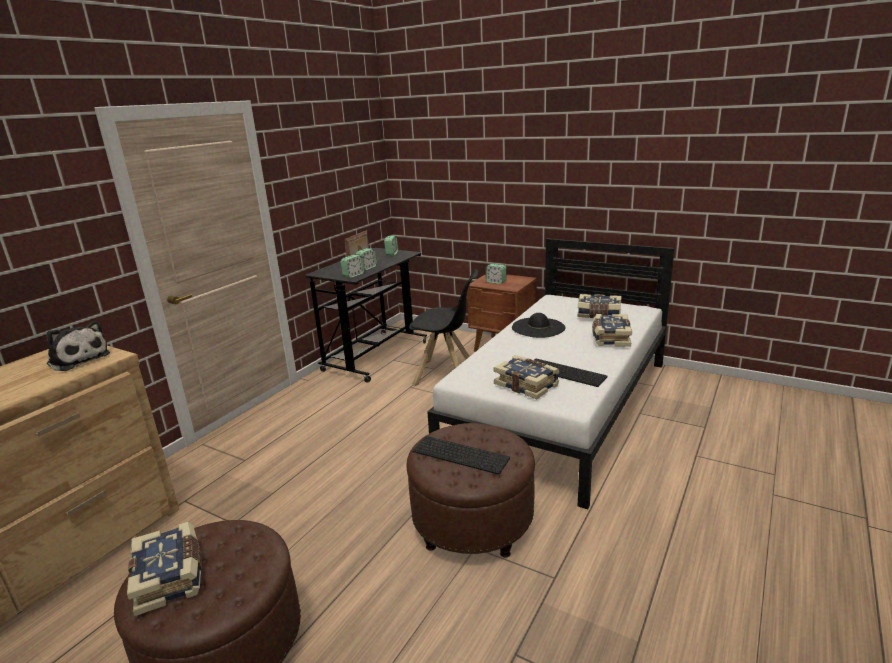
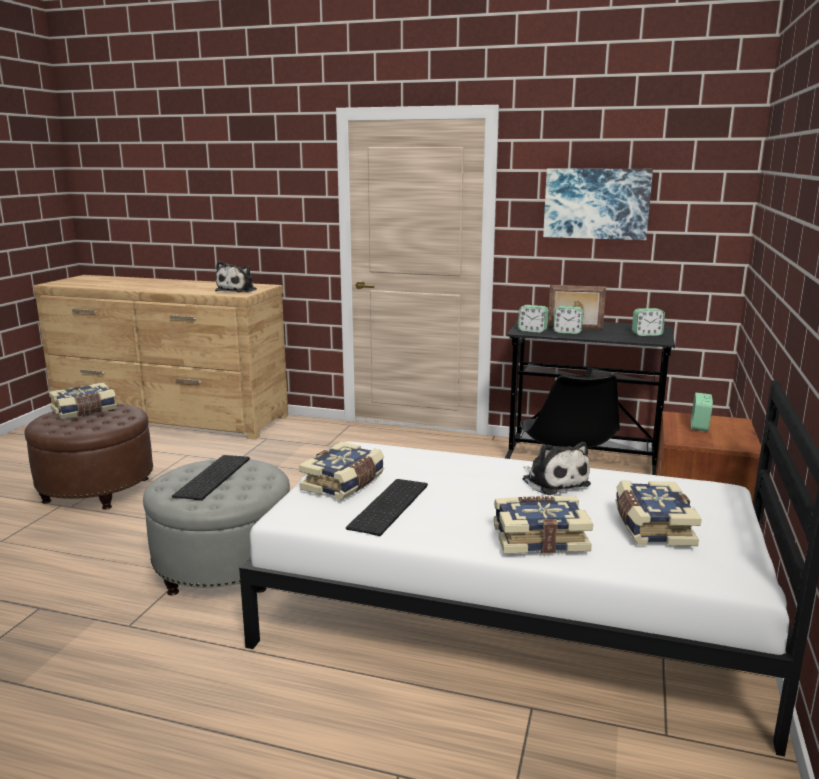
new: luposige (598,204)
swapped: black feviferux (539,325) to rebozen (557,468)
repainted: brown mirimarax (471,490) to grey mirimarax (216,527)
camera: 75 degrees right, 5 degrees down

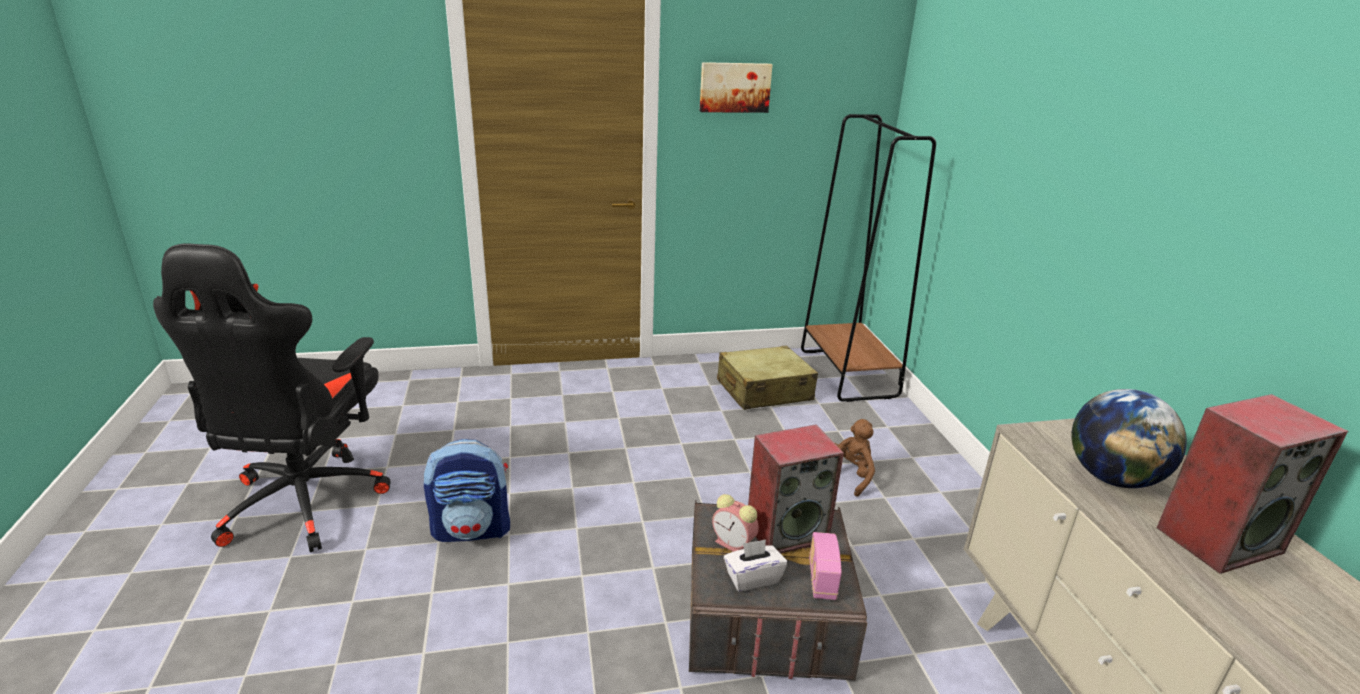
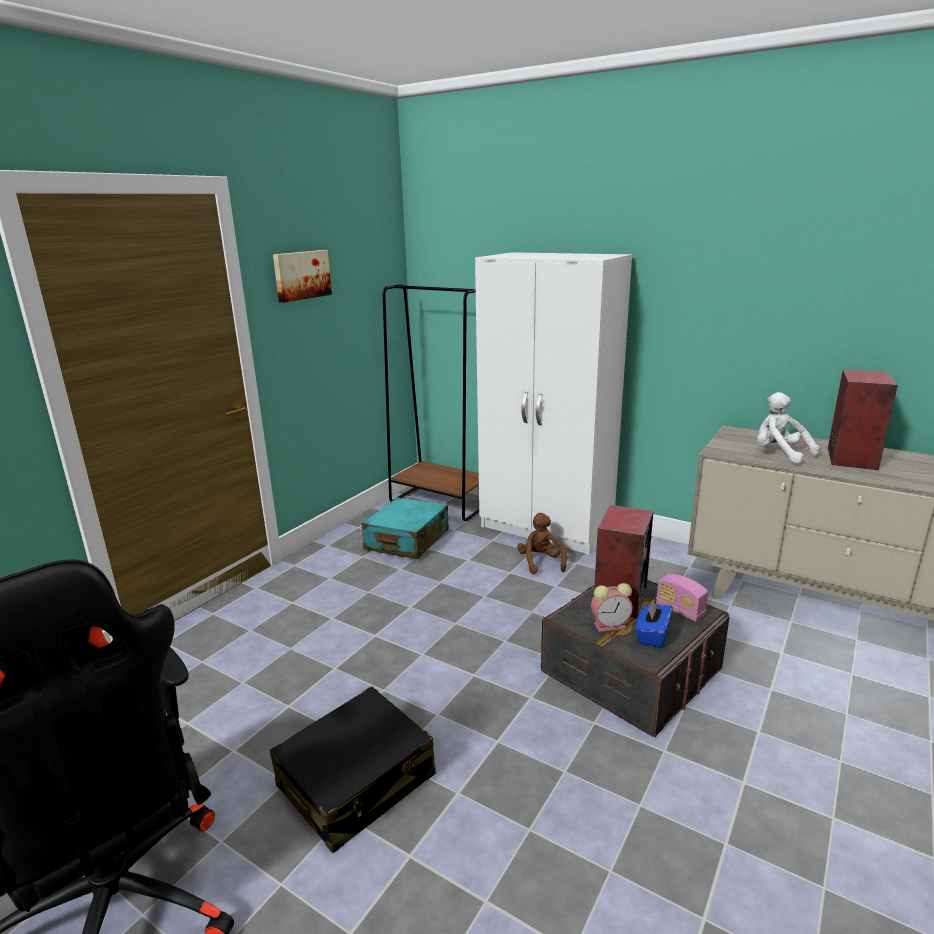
new: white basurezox (553,403)
swapped: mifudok (467,490) to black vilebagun (353,769); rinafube (1129,438) to white rebozen (788,428)
repainted: beige vilebagun (767,378) to turquoise vilebagun (405,528); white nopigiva (755,565) to blue nopigiva (654,623)
camera: 45 degrees left, 5 degrees down

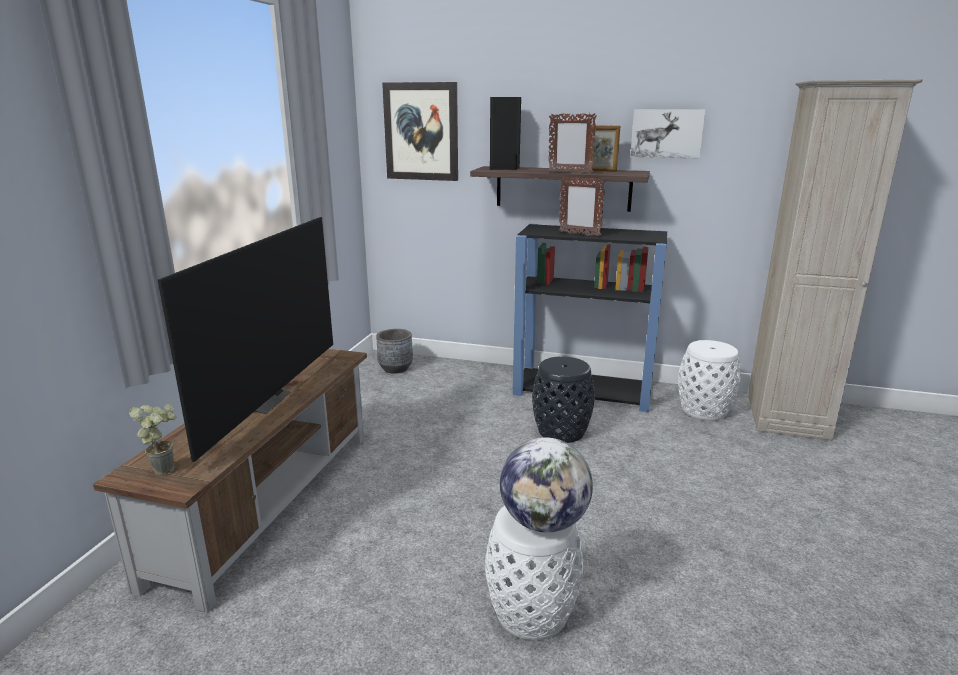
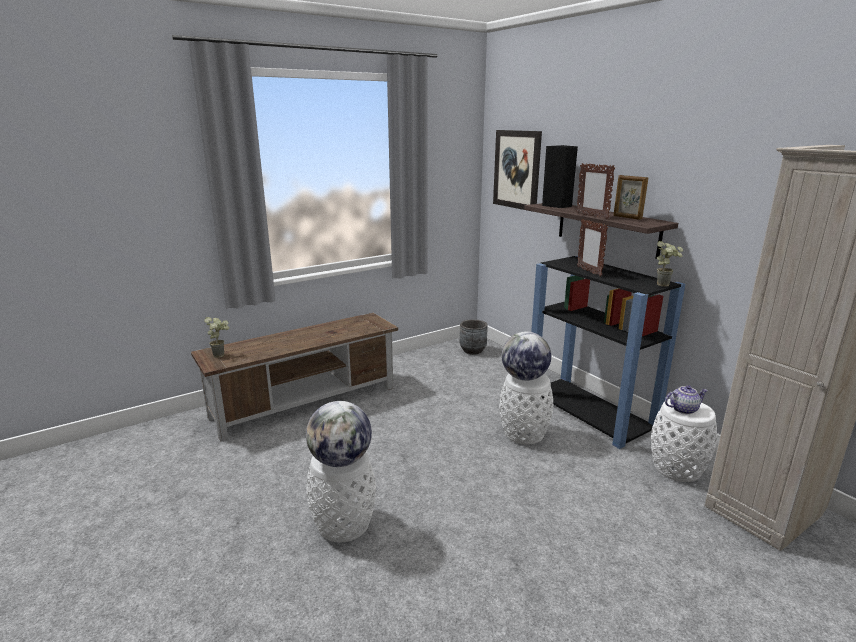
gone: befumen (245,339); luposige (668,134)
new: rinafube (526,356); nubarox (670,264); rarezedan (686,399)
repainted: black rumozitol (563,399) to white rumozitol (526,409)
camera: 40 degrees right, 0 degrees up

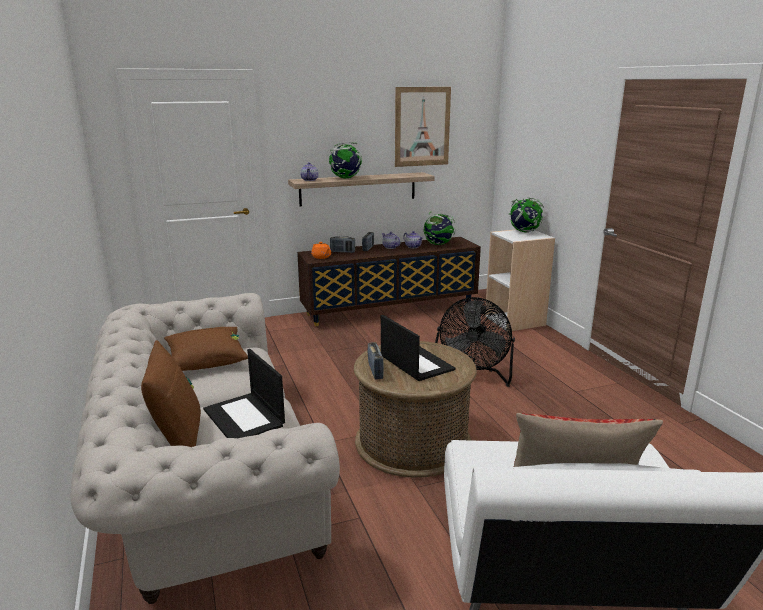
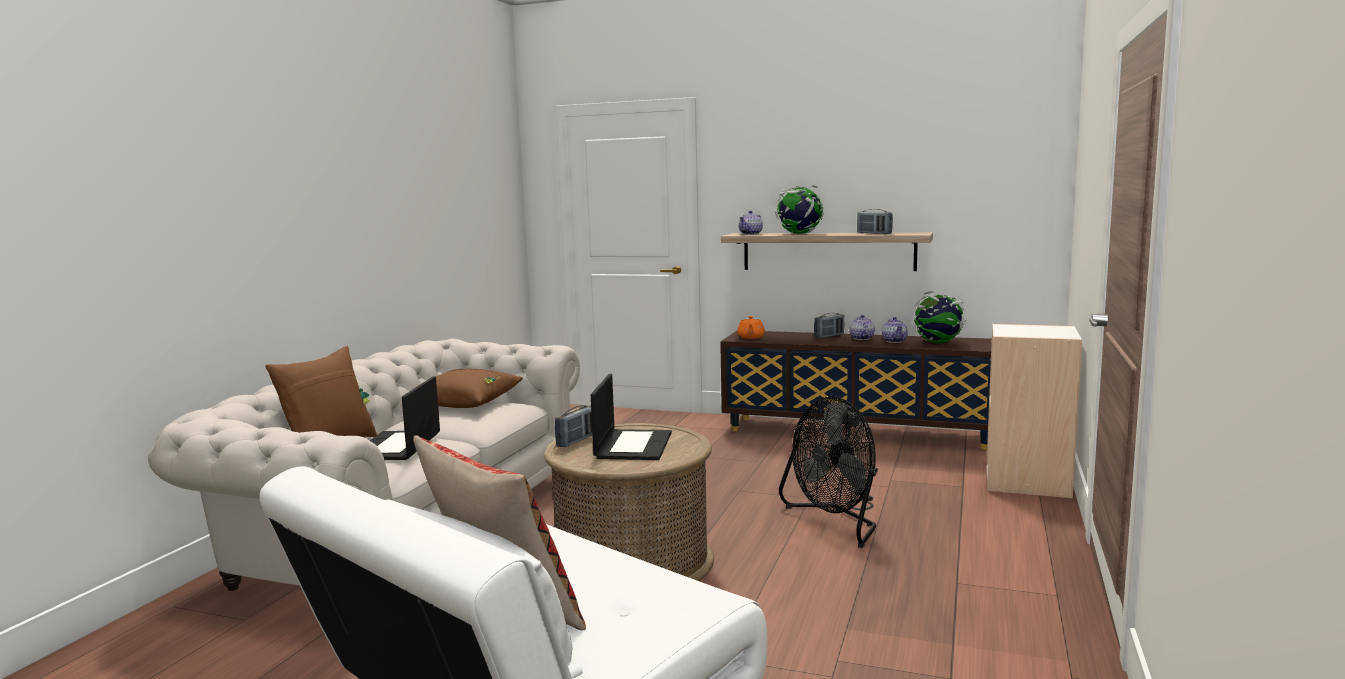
gone: luposige (423,127); rinafube (526,215)
shifted: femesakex (342,244) to (875,221)
camera: 40 degrees right, 10 degrees down

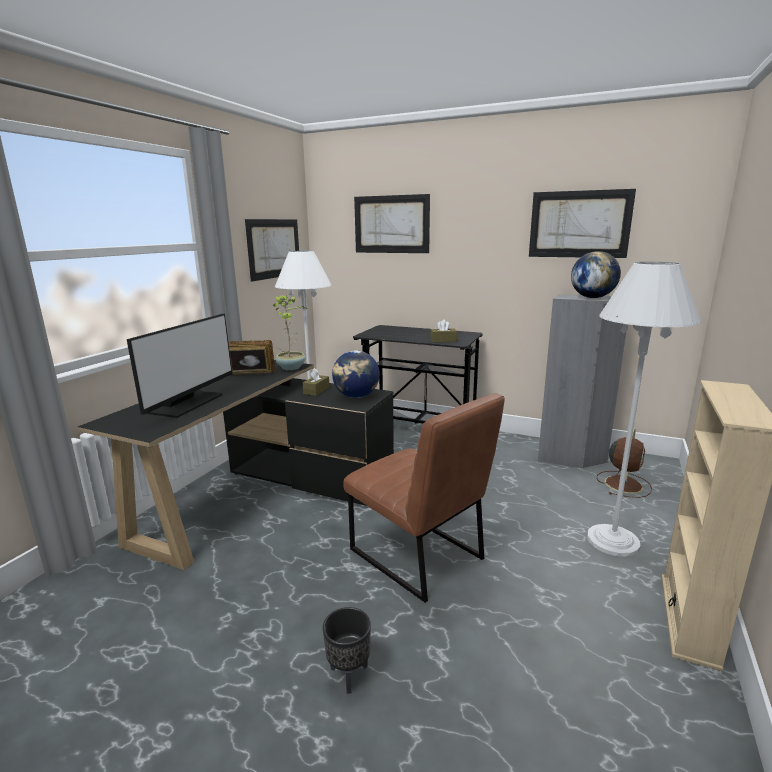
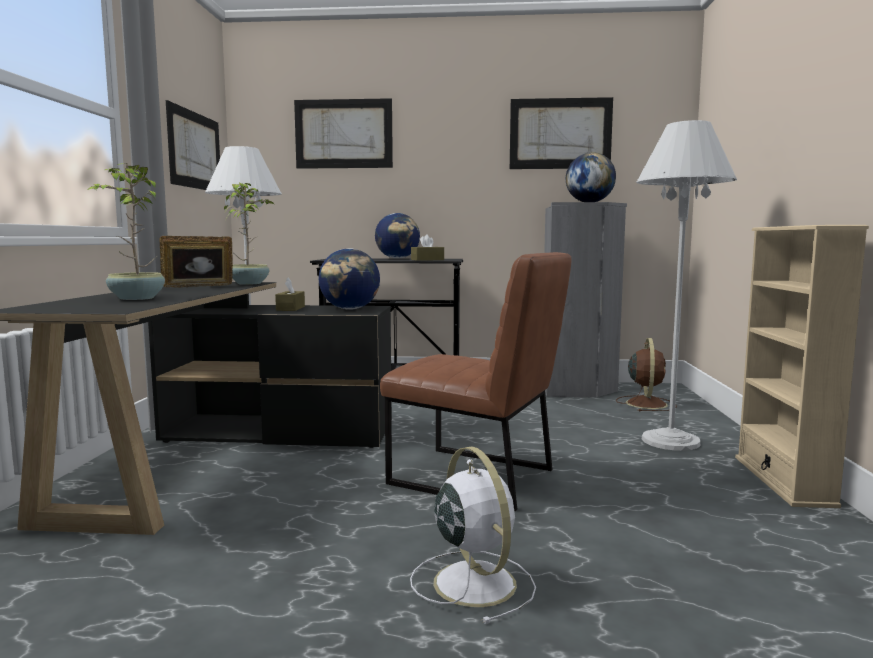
new: rinafube (397,236)
swapped: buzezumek (180,366) to nubarox (126,231); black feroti (347,650) to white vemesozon (473,535)
camera: 20 degrees left, 10 degrees down

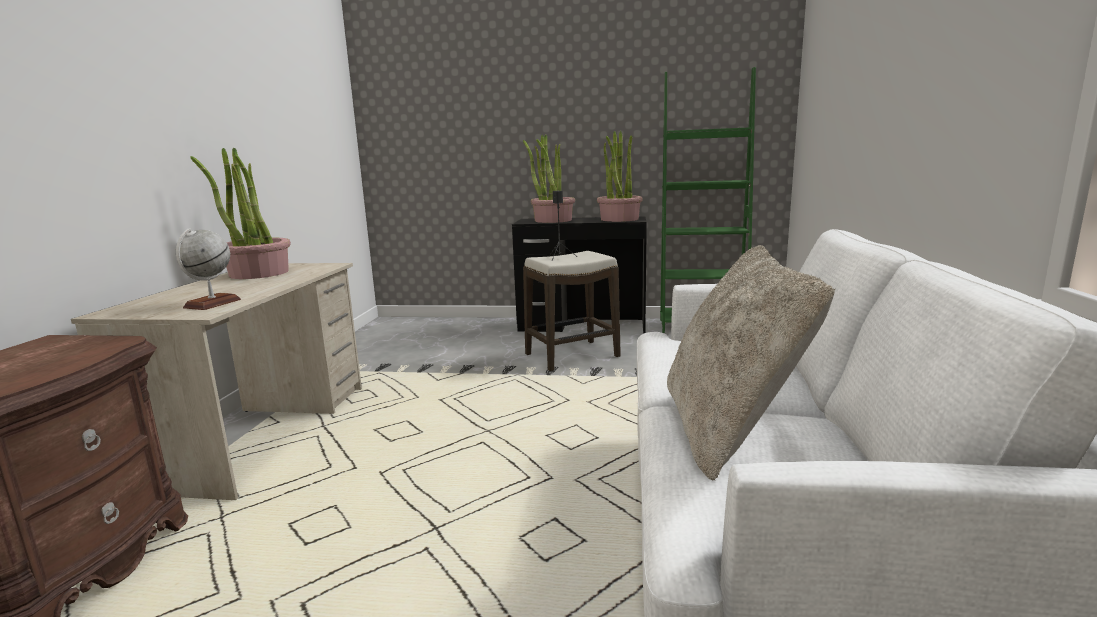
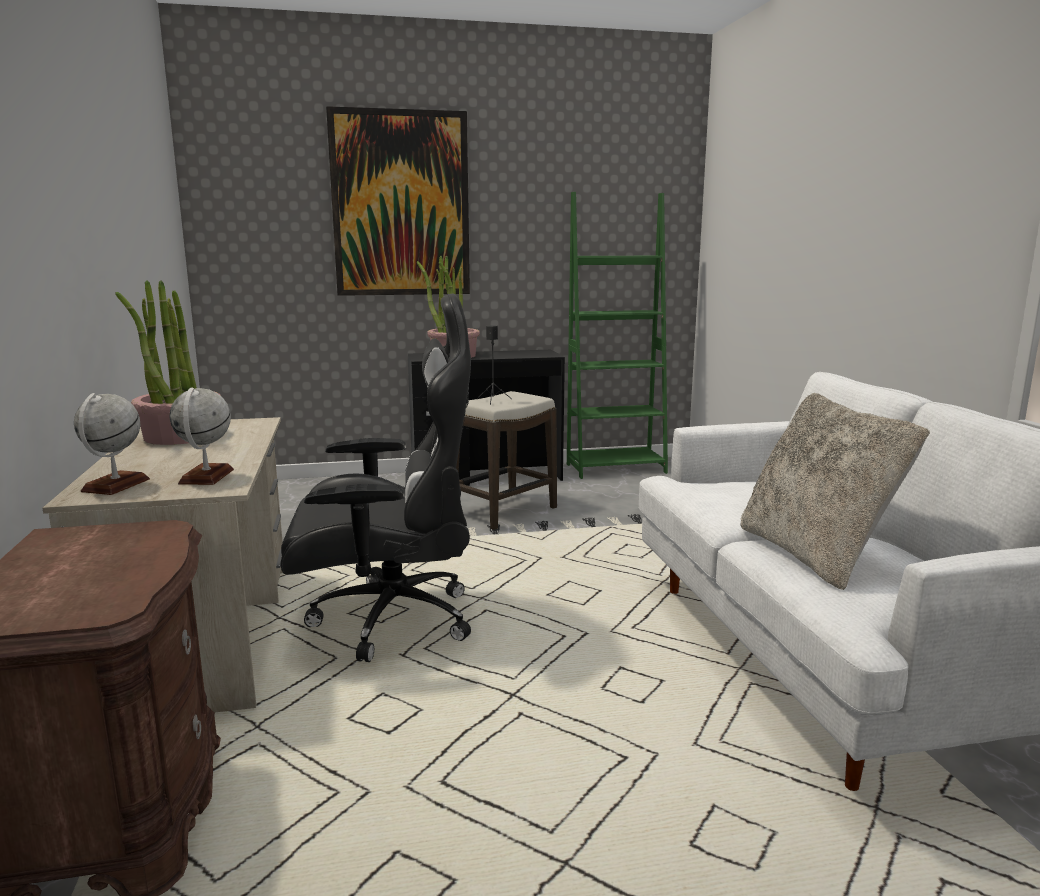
gone: nubarox (620,176)
new: rinafube (112,444); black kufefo (376,478); luposige (398,201)
camera: 20 degrees left, 0 degrees up

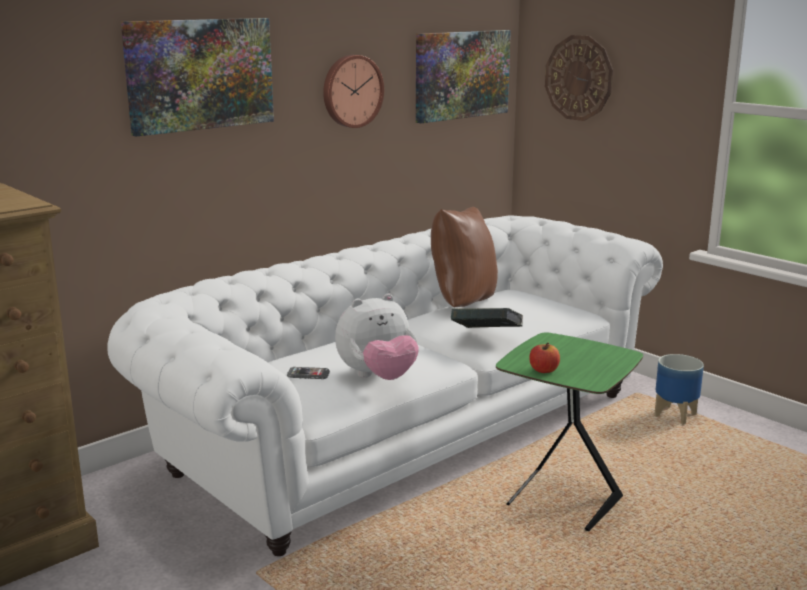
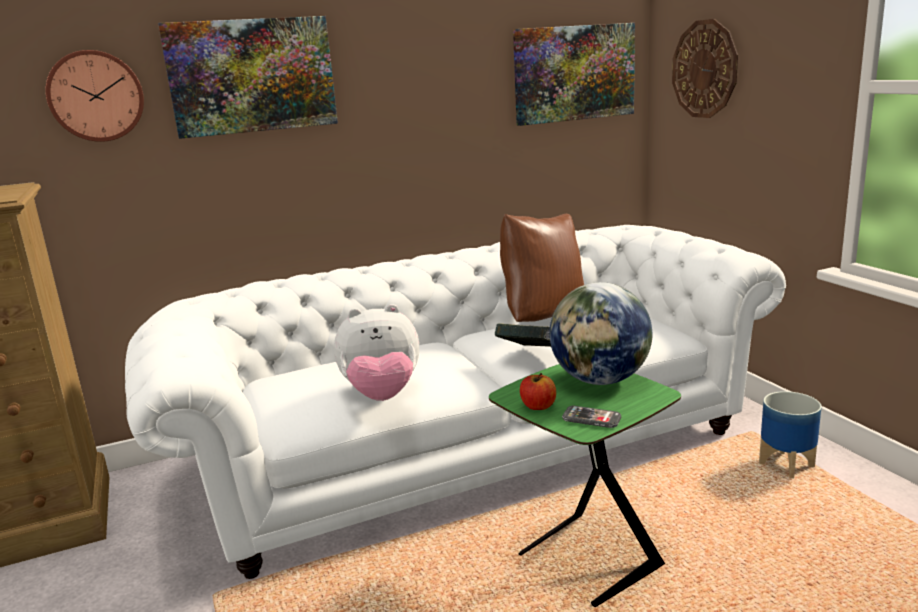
new: rinafube (600,333)
shifted: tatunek (308,373) to (591,417); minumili (353,91) to (95,96)
camera: 20 degrees right, 0 degrees up

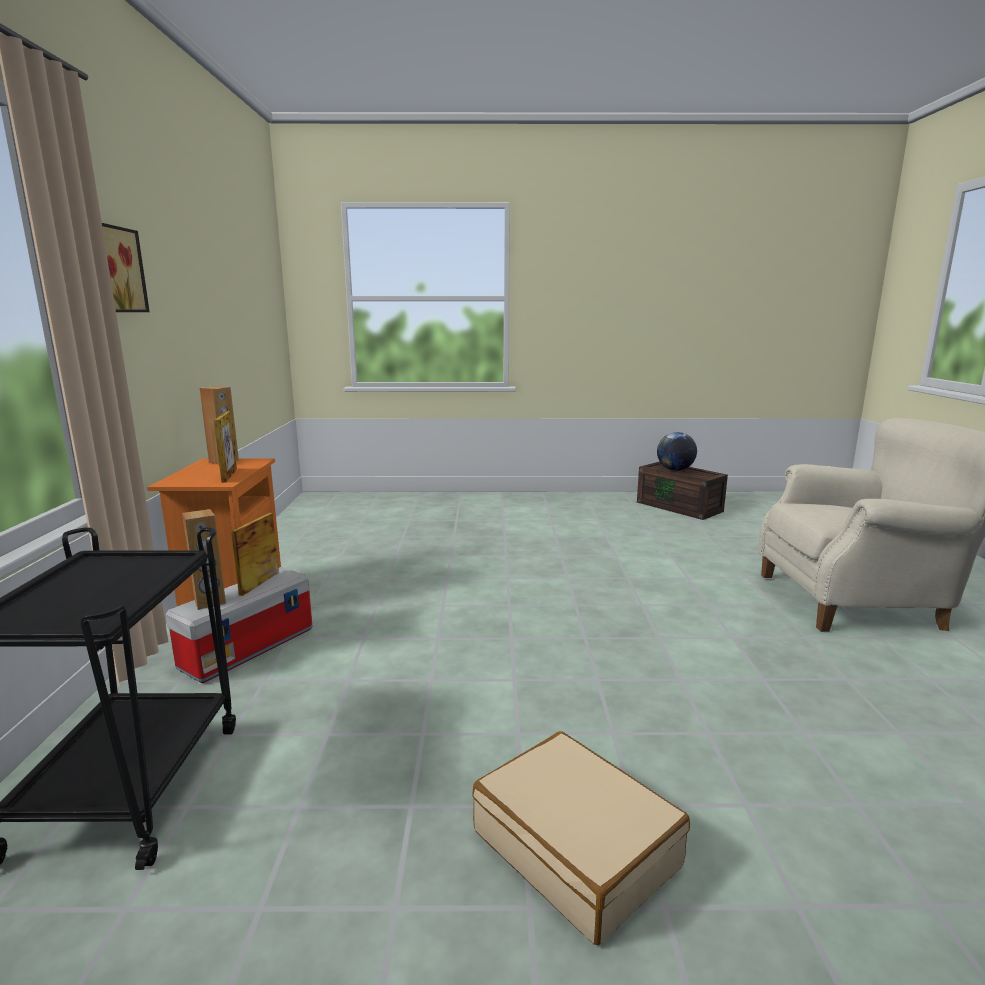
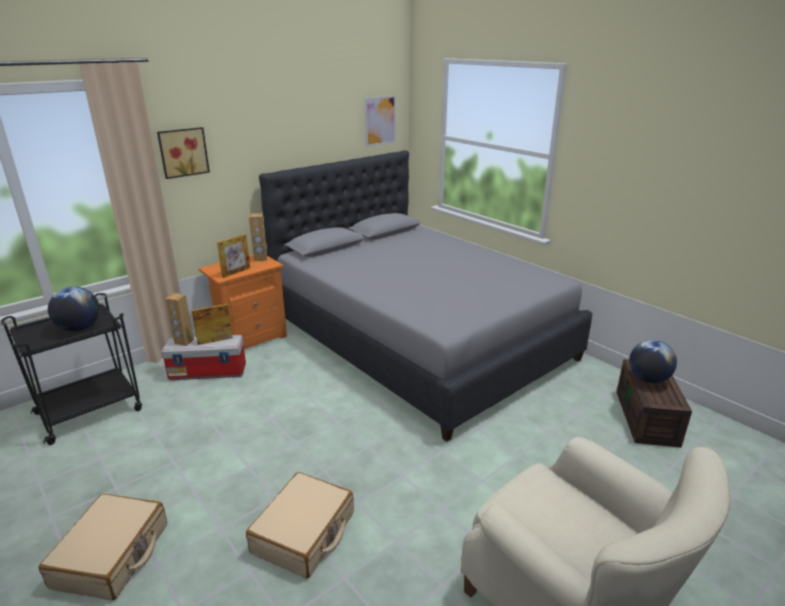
new: rinafube (74,309); beige vilebagun (300,525); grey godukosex (425,296); luposige (380,121)
camera: 50 degrees right, 10 degrees up

